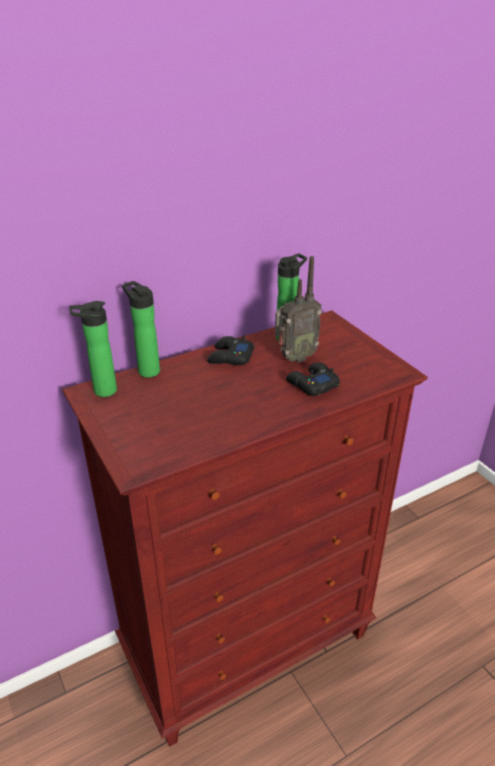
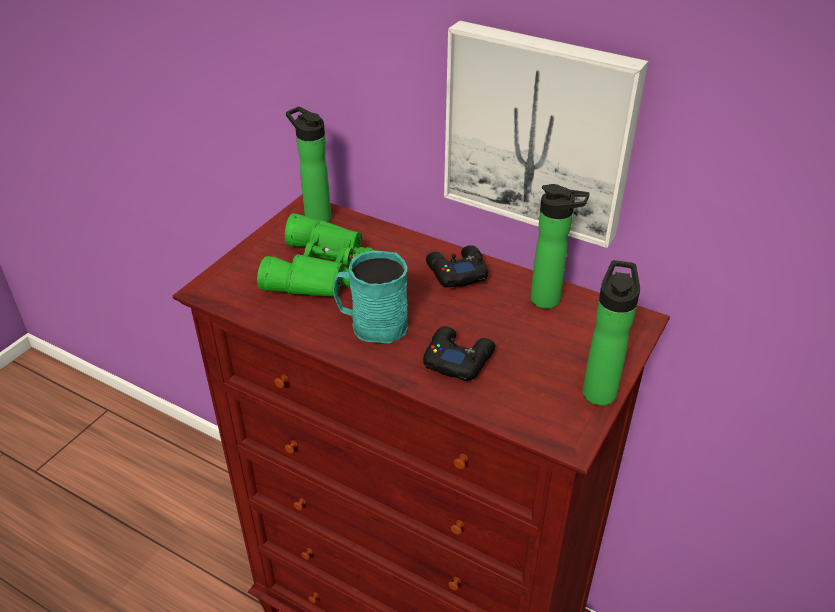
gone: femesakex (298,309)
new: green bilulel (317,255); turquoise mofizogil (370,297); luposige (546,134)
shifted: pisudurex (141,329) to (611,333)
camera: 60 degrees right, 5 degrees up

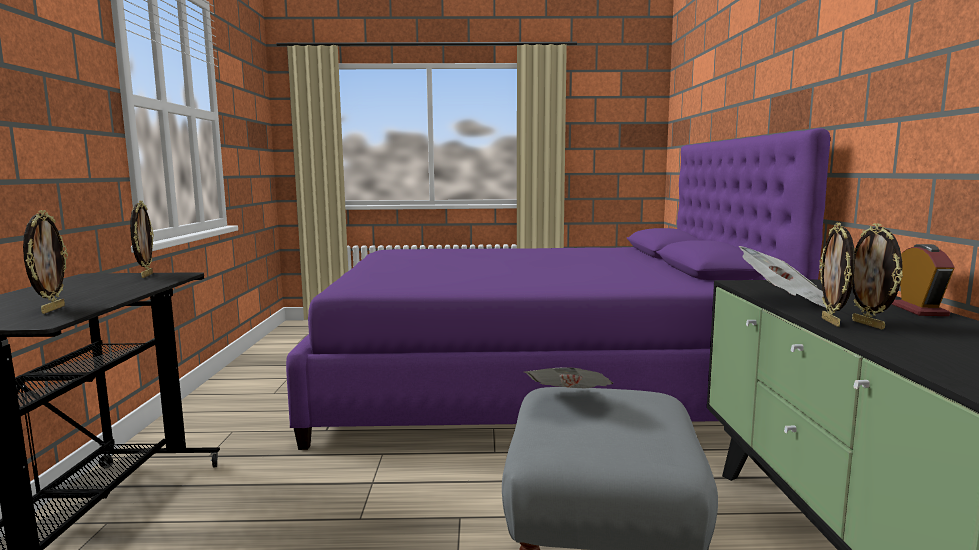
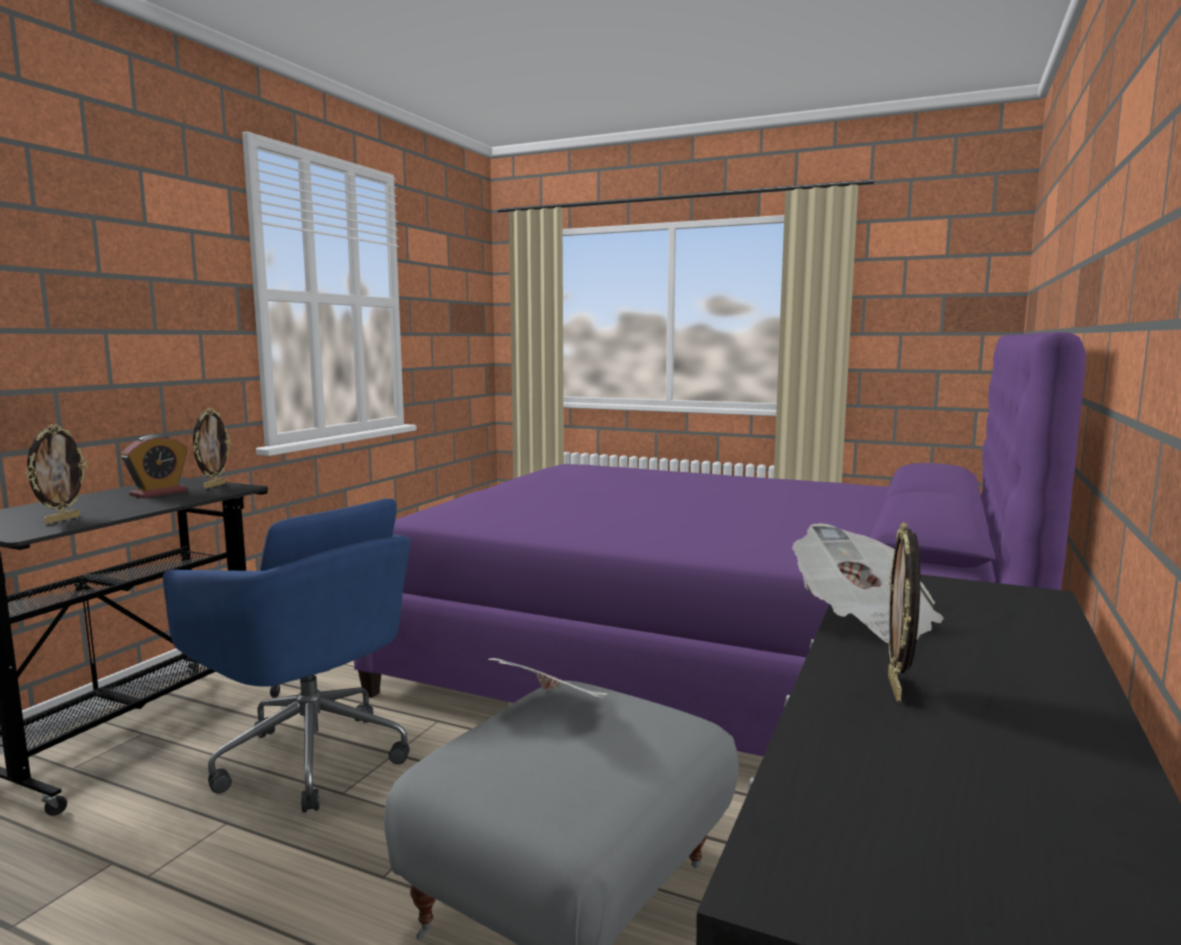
gone: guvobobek (837,274)
new: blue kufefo (286,655)
shifted: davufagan (923,280) to (154,466)
camera: 25 degrees right, 0 degrees up

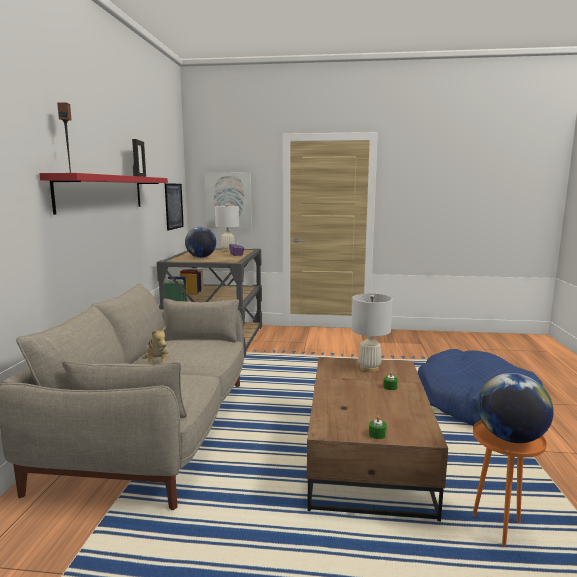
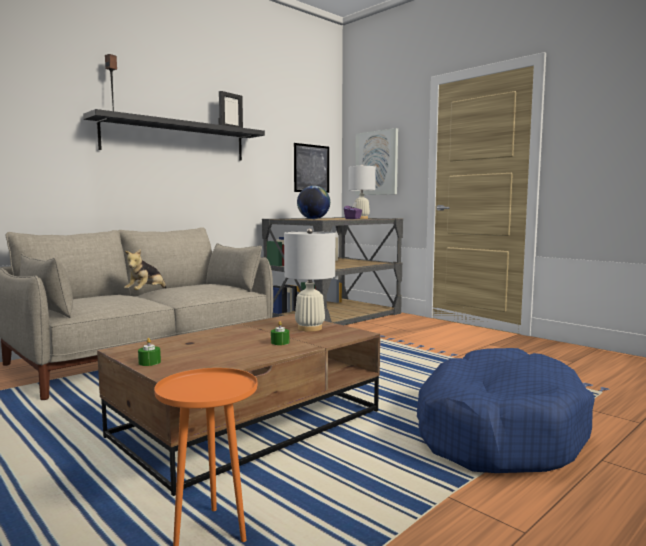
gone: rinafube (516,408)
repainted: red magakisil (103,194) to black magakisil (174,135)
camera: 40 degrees right, 5 degrees down

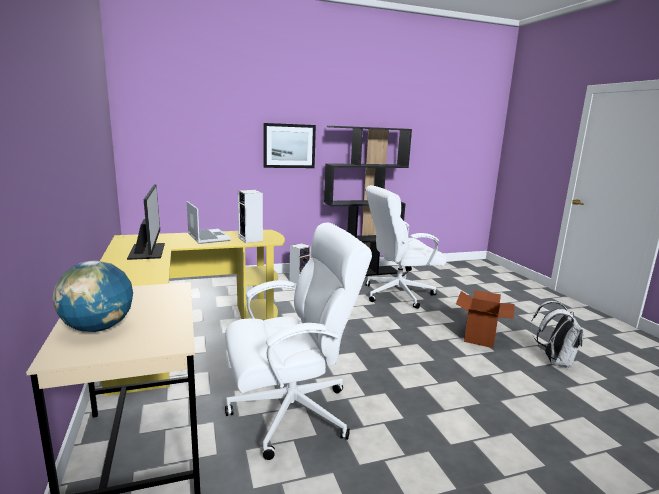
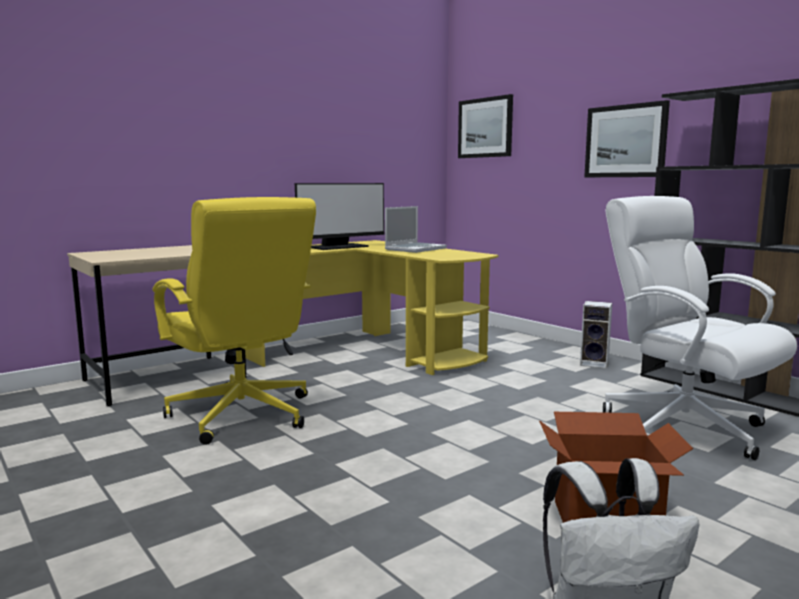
gone: rinafube (92,296); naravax (250,216)
new: luposige (485,126)
repainted: white kufefo (298,341) to yellow kufefo (234,321)
camera: 70 degrees right, 5 degrees down

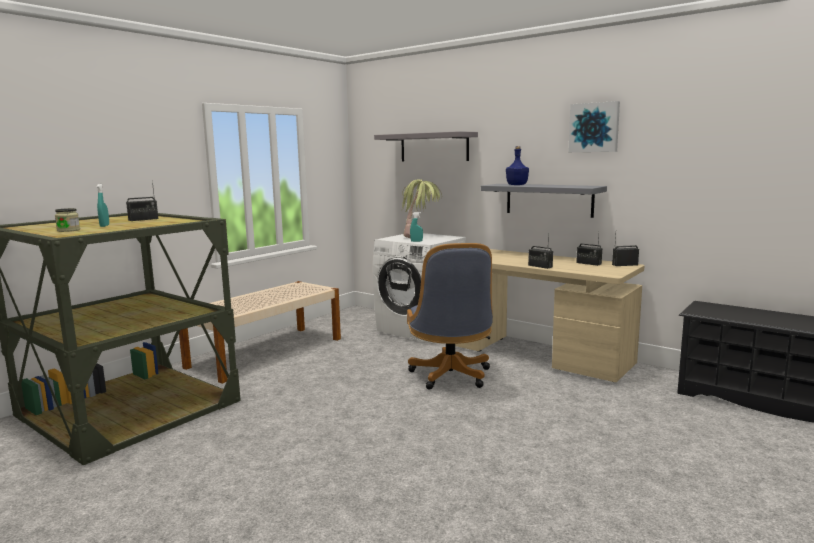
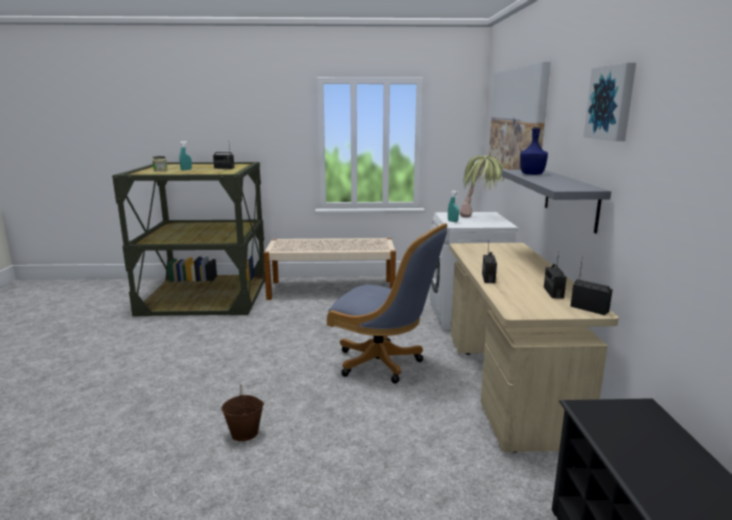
new: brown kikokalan (242,413)
swapped: grey magakisil (426,146) to luposige (519,115)
rotated: blue kufefo (450,316) = (387,303) 105 degrees counterclockwise
camera: 50 degrees right, 5 degrees up

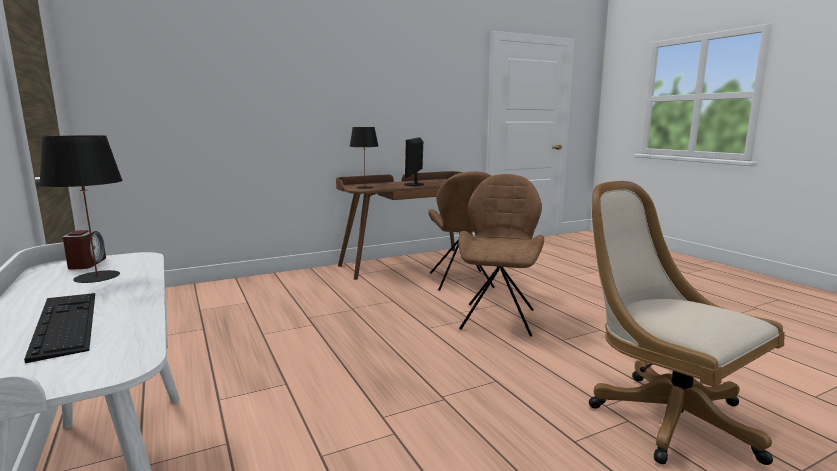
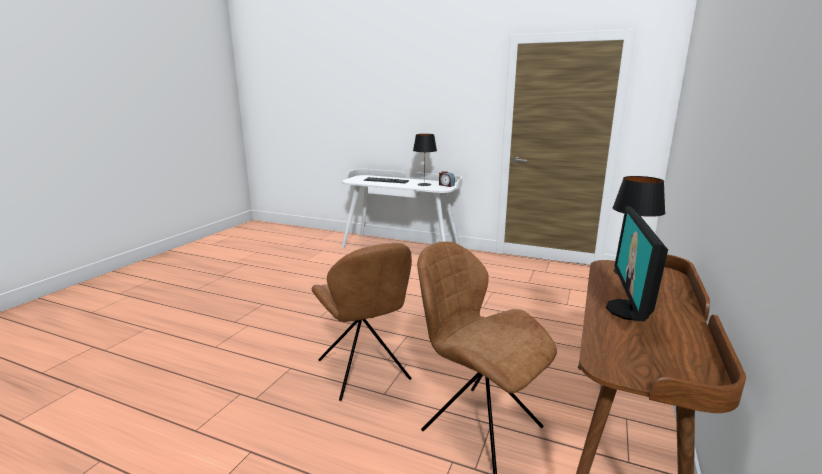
gone: kufefo (686,323)
rotated: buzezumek (414,162) = (637,263) 135 degrees counterclockwise
camera: 140 degrees right, 5 degrees up

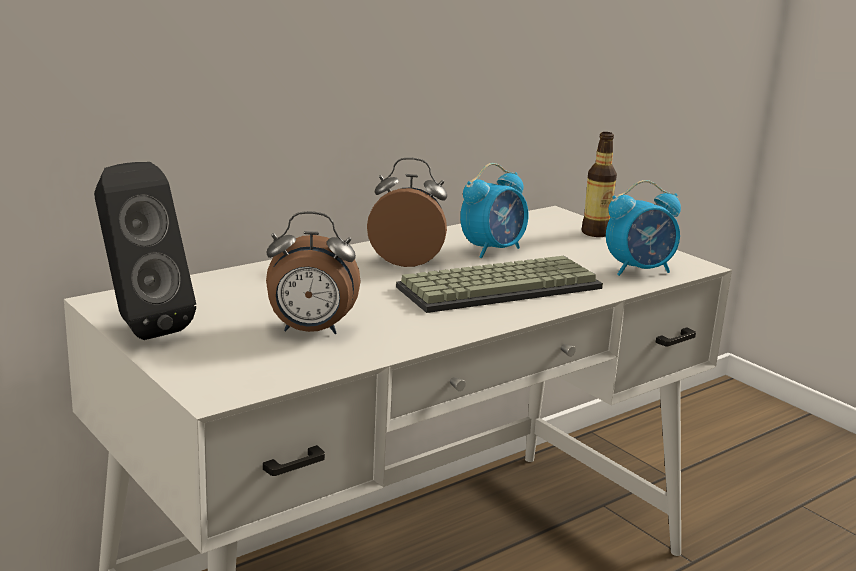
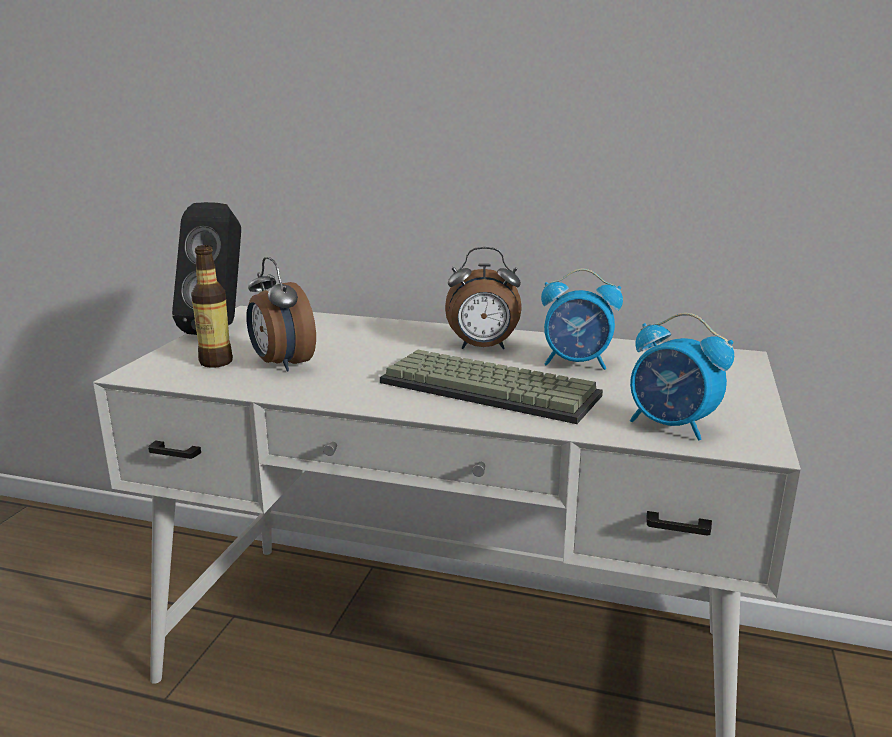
shifted: pisudurex (599,184) to (212,306)
rotated: davufagan (407,212) = (483,298) 120 degrees clockwise
camera: 55 degrees right, 0 degrees up

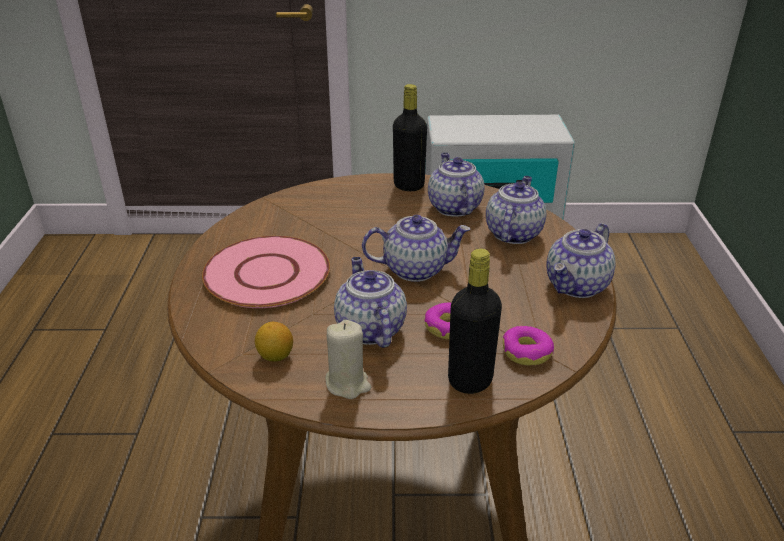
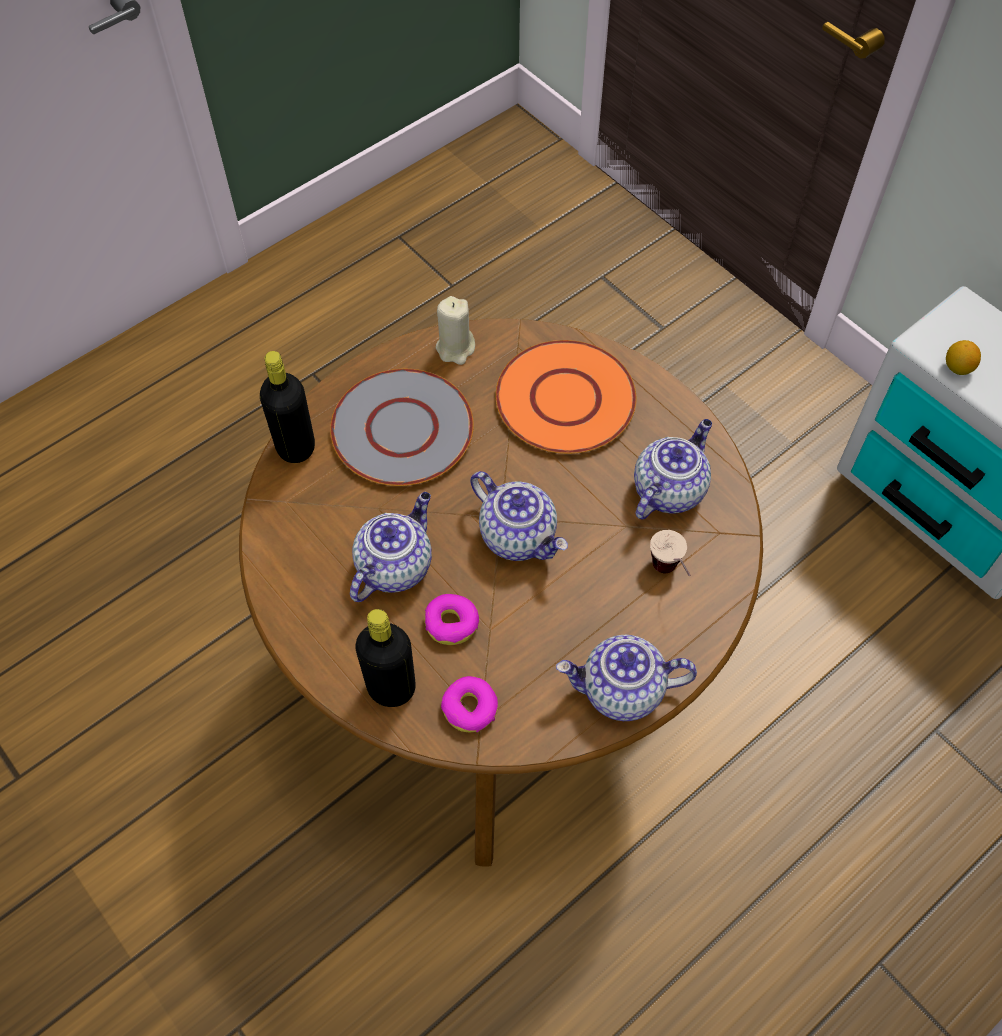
new: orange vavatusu (566,397)
shifted: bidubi (274,342) to (963,357); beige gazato (348,359) to (455,330); black pisudurex (410,137) to (287,407)
swapped: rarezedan (516,210) to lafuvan (670,553)
repainted: pink vavatusu (266,272) to grey vavatusu (402,427)
camera: 50 degrees right, 25 degrees up

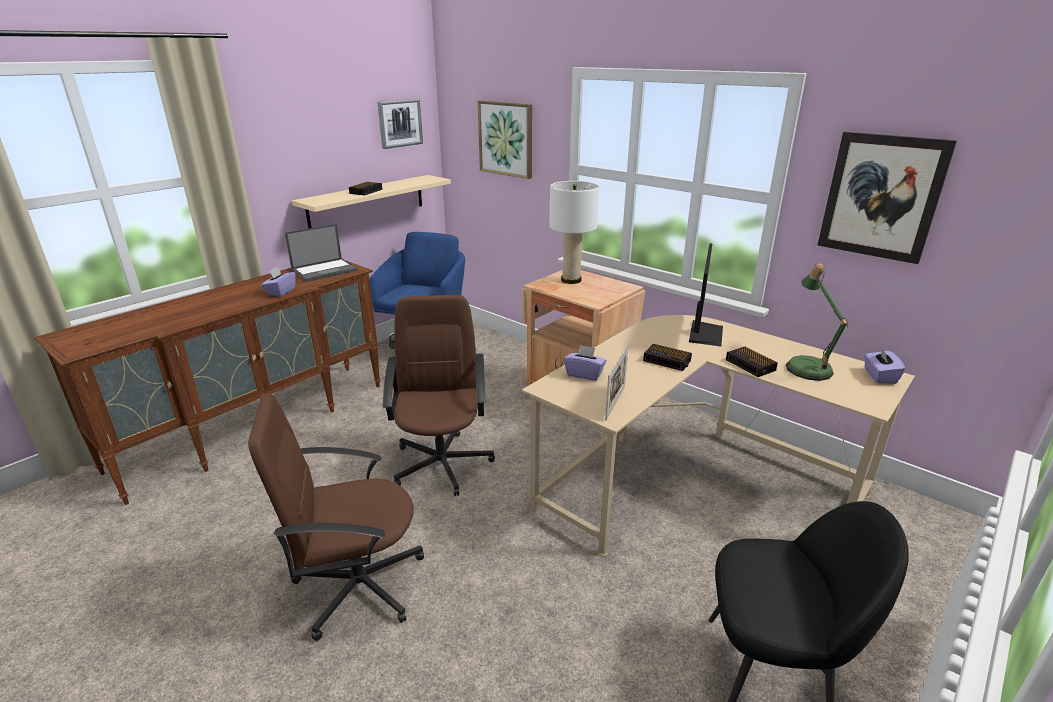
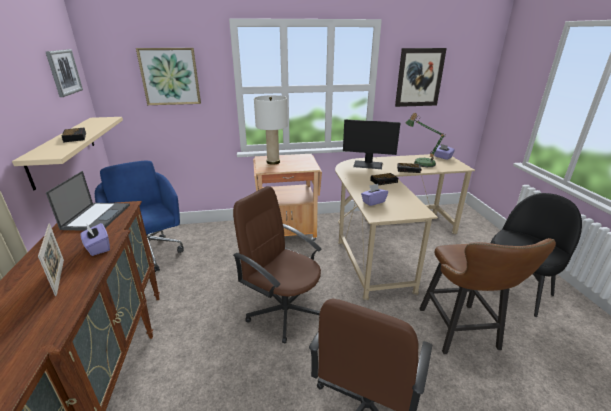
new: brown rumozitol (487,296)
shifted: guvobobek (616,382) to (51,259)
rotated: buzezumek (706,295) = (372,144) 135 degrees clockwise
camera: 50 degrees left, 0 degrees up

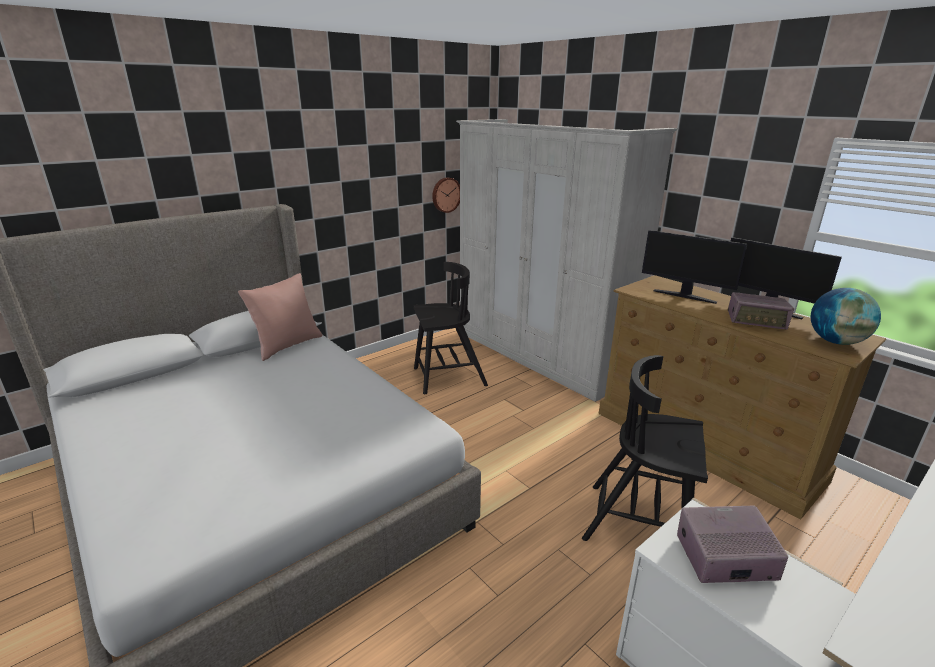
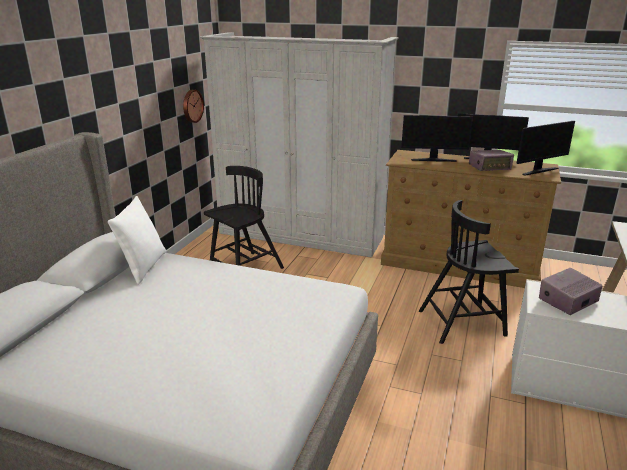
swapped: rinafube (846,316) to buzezumek (545,148)
repainted: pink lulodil (280,317) to white lulodil (137,240)
camera: 30 degrees left, 0 degrees up

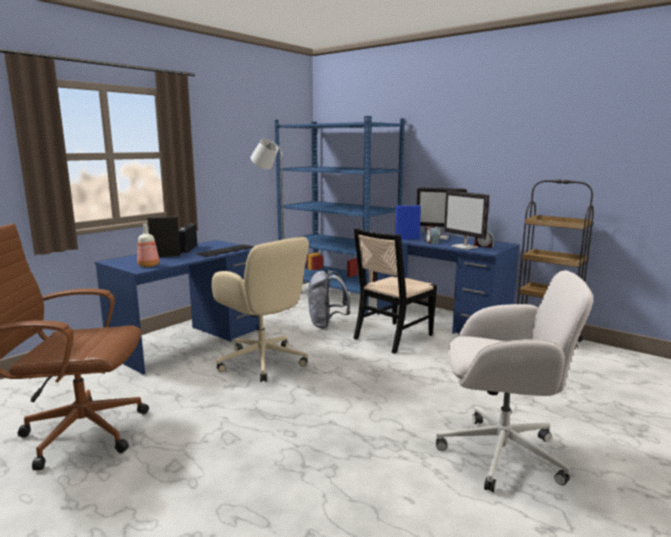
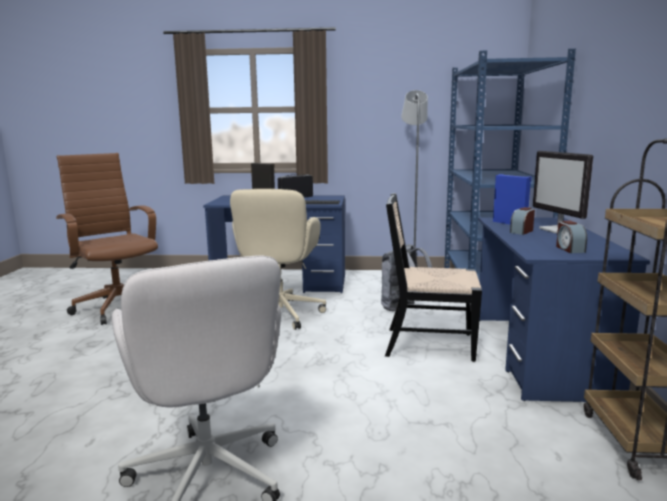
gone: pisudurex (148,245); buzezumek (467,220)
camera: 55 degrees right, 0 degrees up

